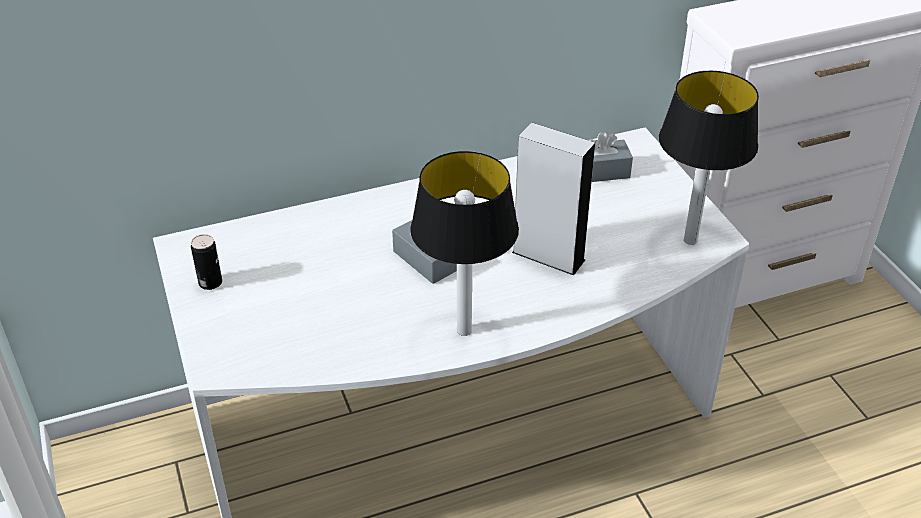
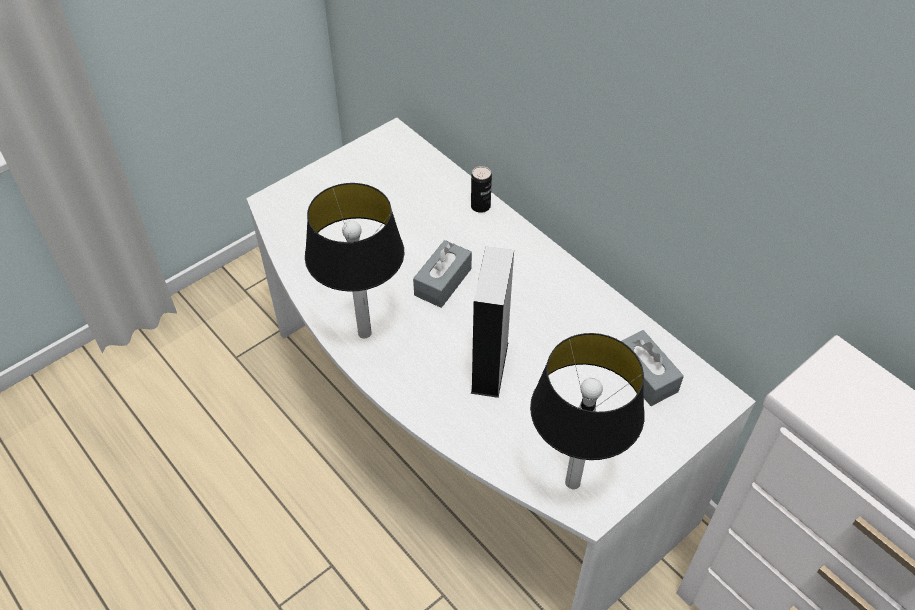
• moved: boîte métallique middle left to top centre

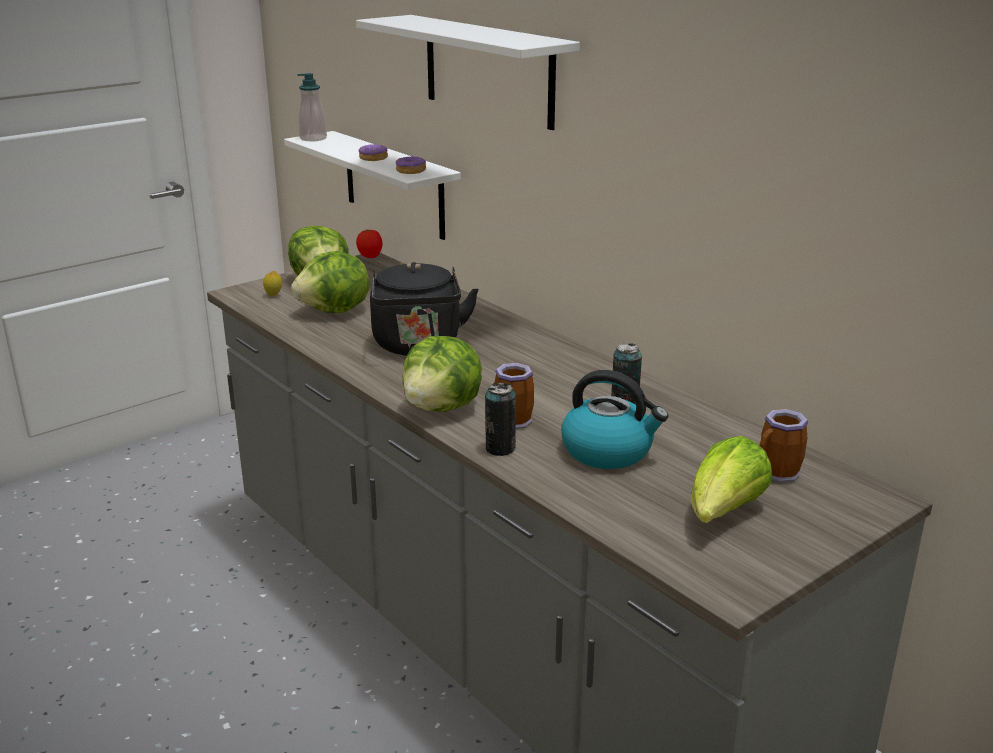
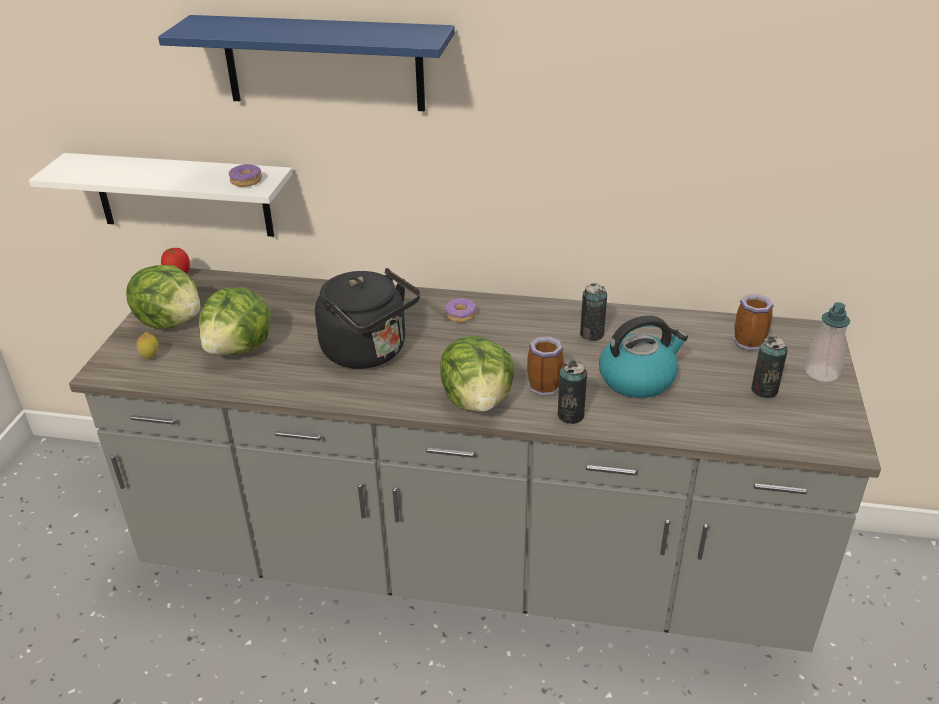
• moved: distributeur de savon top left to middle right
• moved: beignet (1st from left in the first image) top centre to beignet (2nd from left) centre
• replaced: laitue (4th from left) middle right to boîte métallique (3rd from left) middle right
• recoloured: étagère (blanc) (2nd from left) top centre to étagère (bleu) top left

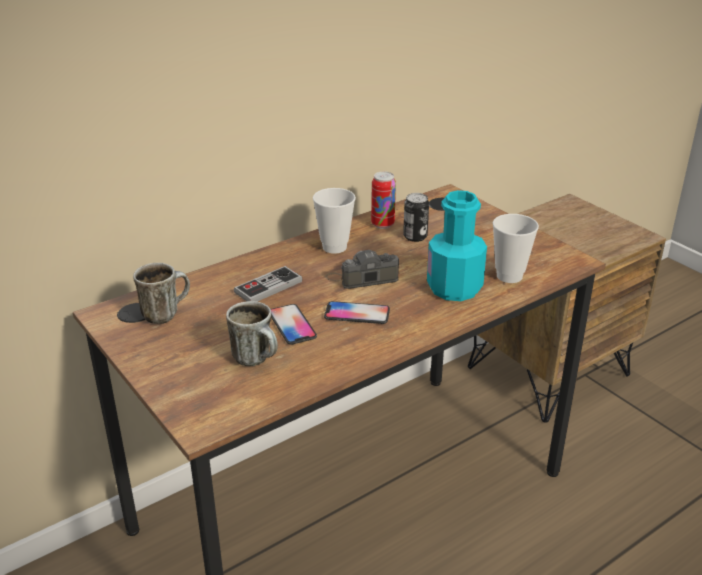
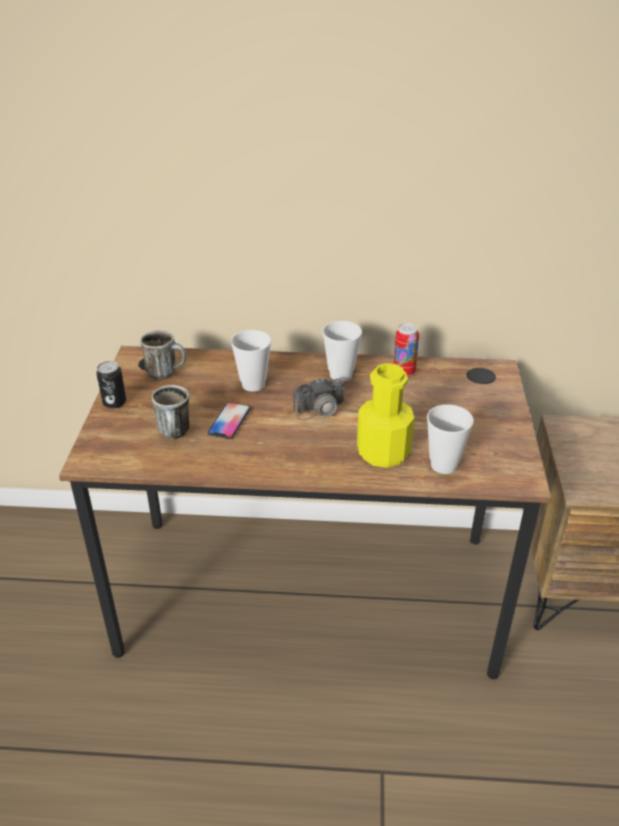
• removed: téléphone (2nd from left) centre
• moved: boîte métallique (2nd from left in the first image) centre to boîte métallique (1st from left) middle left
• replaced: manette centre to tasse (1st from left) centre
• recoloured: bouteille (turquoise) centre to bouteille (jaune) centre
• turned: appareil photo centre = centre 135 degrees clockwise

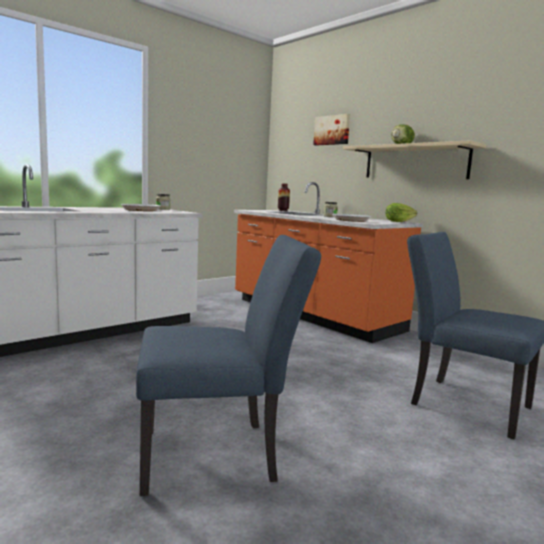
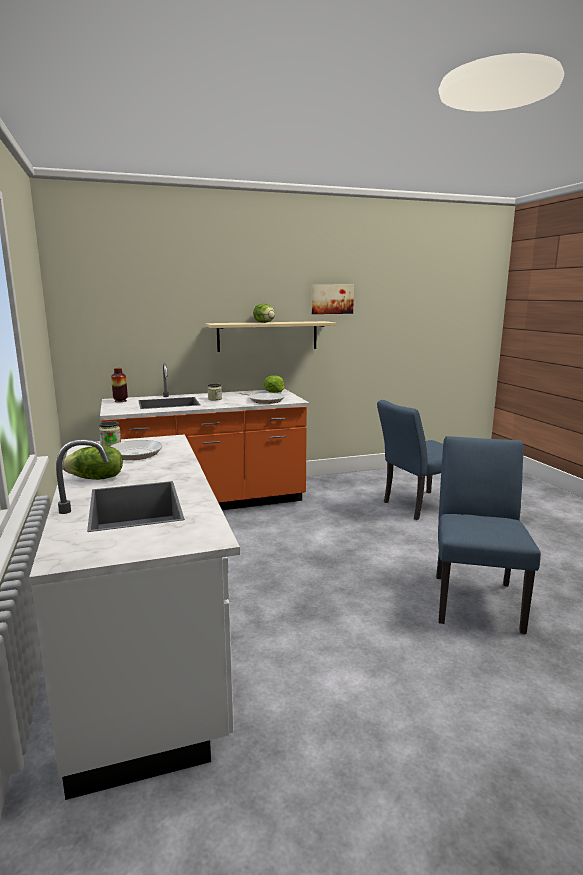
• added: laitue (1st from left) middle left
• moved: tableau top centre to centre

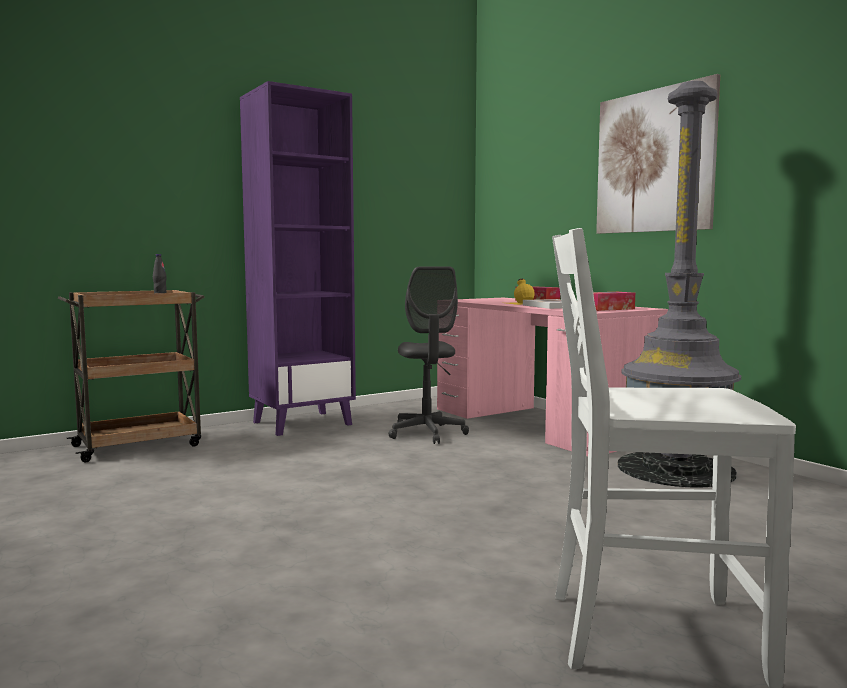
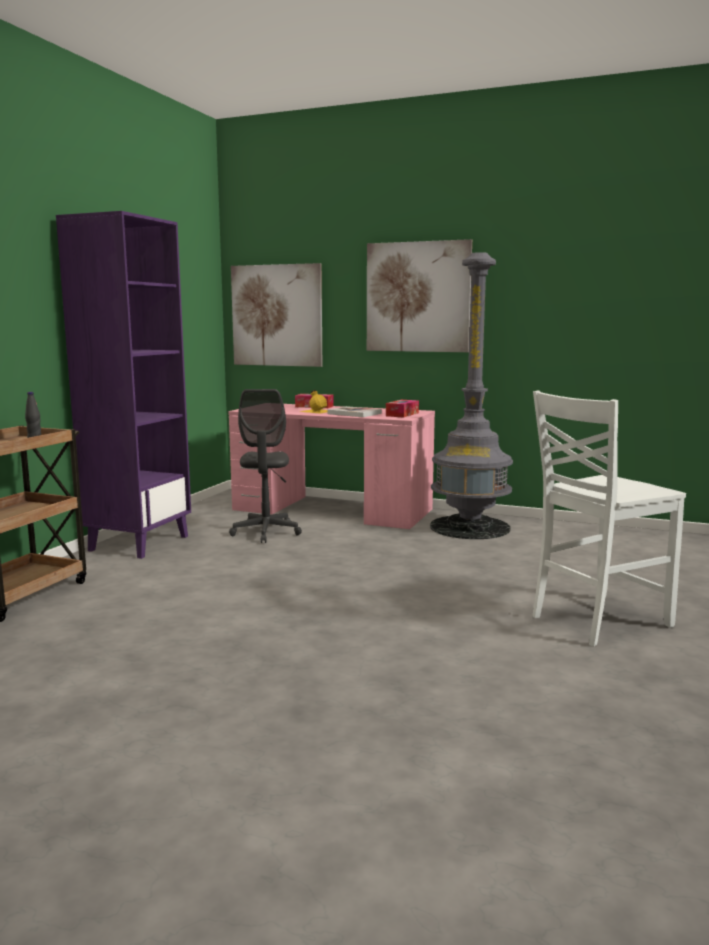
• added: tableau (1st from left) centre
• turned: chaise de bureau (gris) centre = centre 45 degrees clockwise

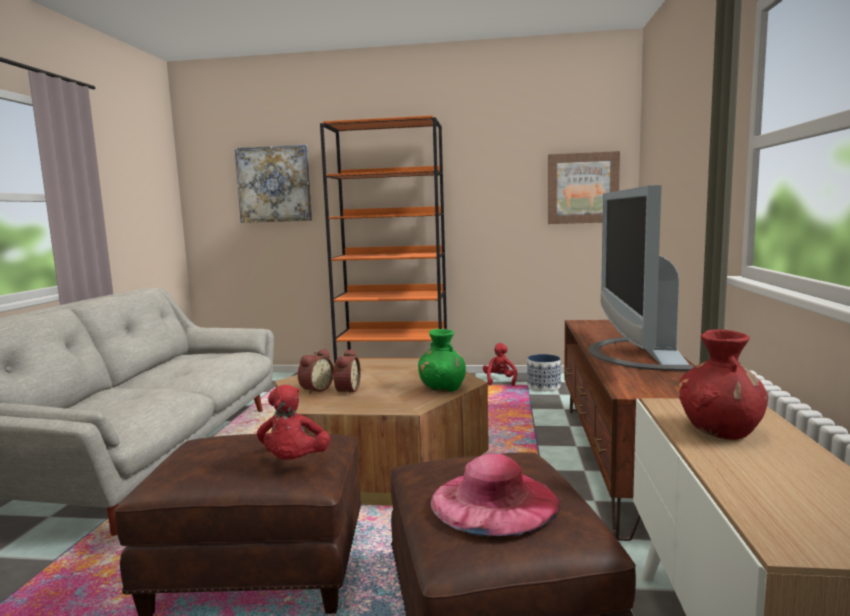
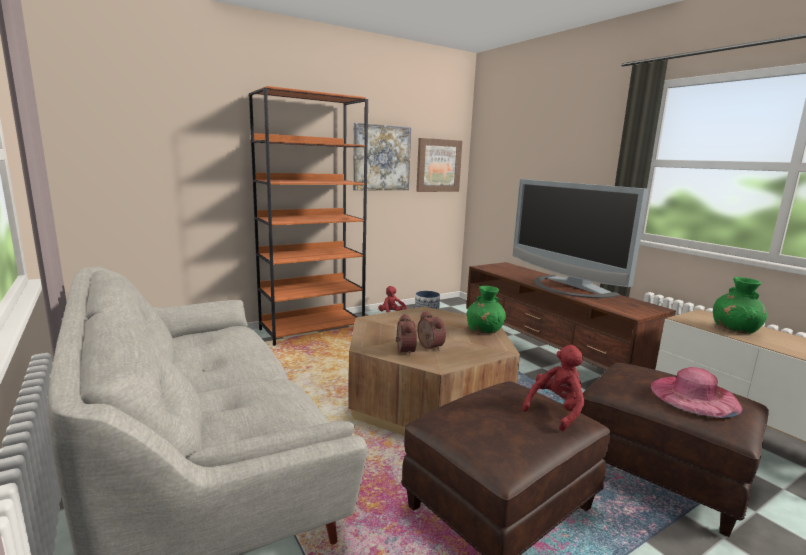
• moved: tableau (1st from left) top left to top centre
• recoloured: vase (rouge) middle right to vase (vert) (2nd from left) middle right
• turned: peluche (rouge) (1st from left in the first image) bottom centre = bottom right 90 degrees counterclockwise

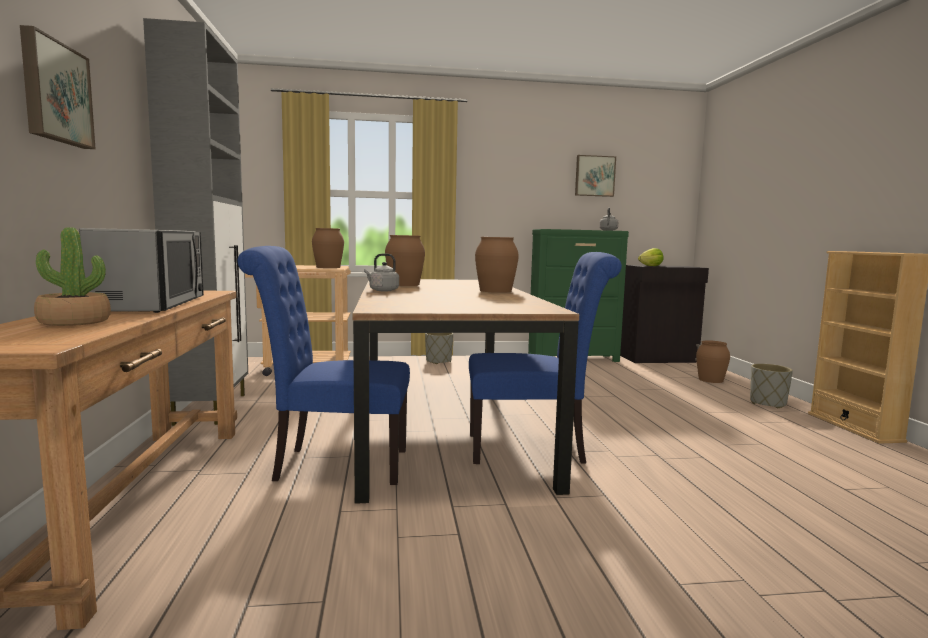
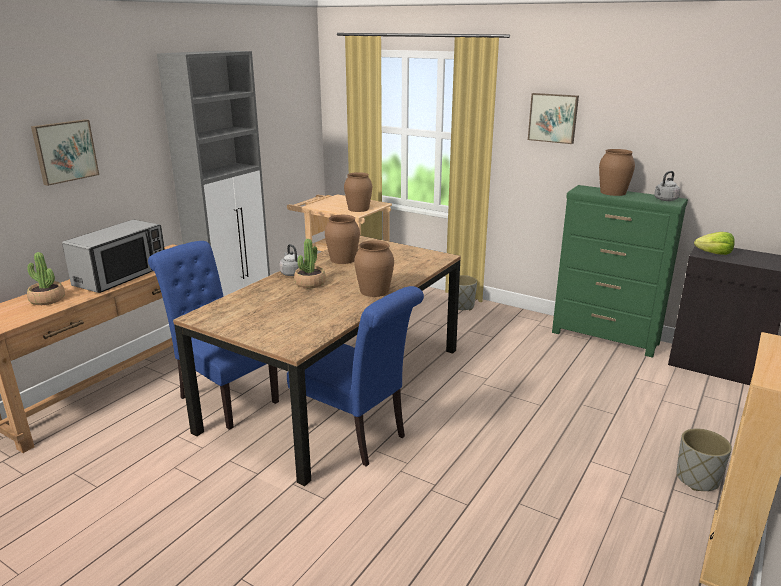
• added: plante en pot (2nd from left) centre
• moved: tableau (2nd from left) top centre to top right
• moved: vase (marron) (4th from left) middle right to top right

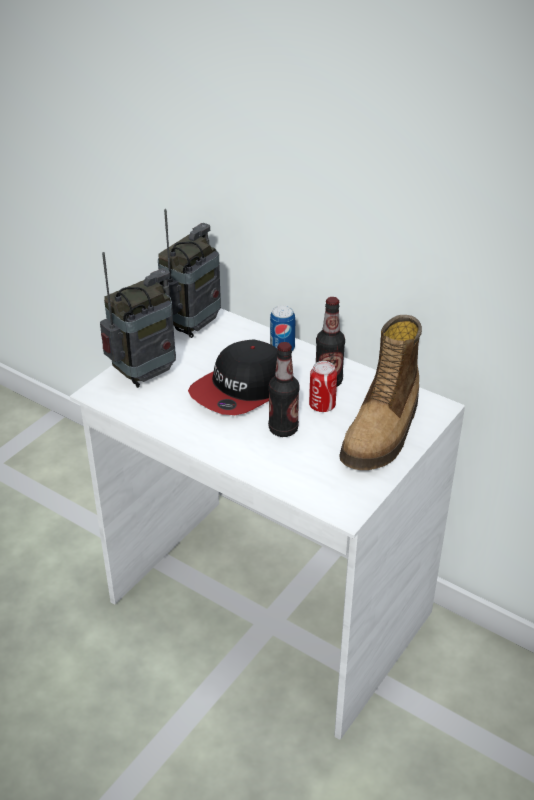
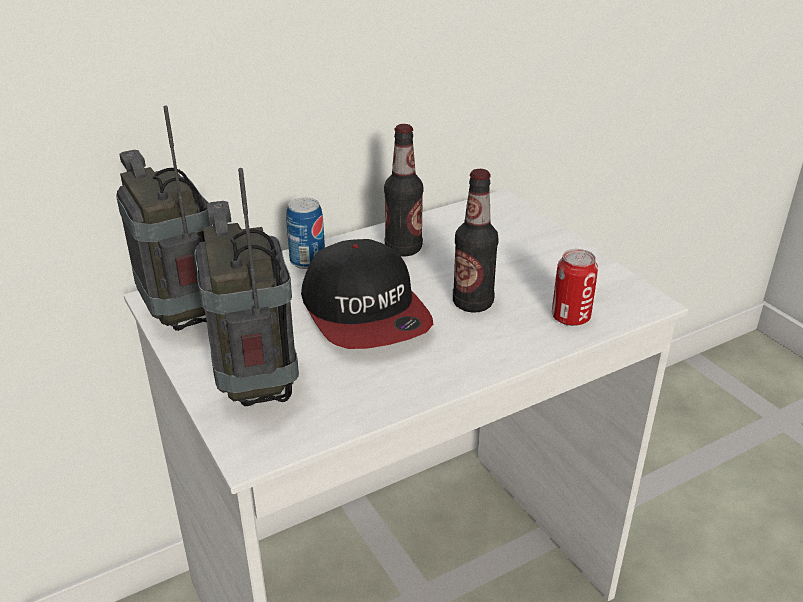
• removed: botte middle right
• moved: boîte métallique (2nd from left) centre to middle right

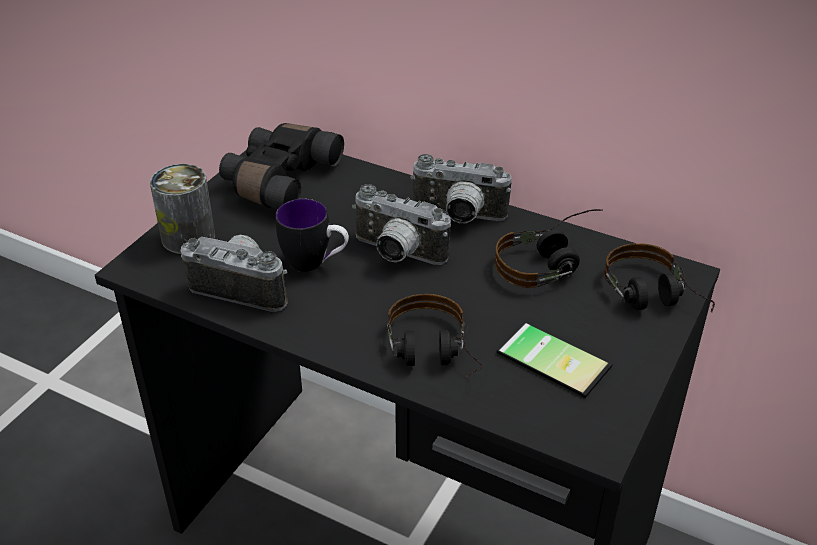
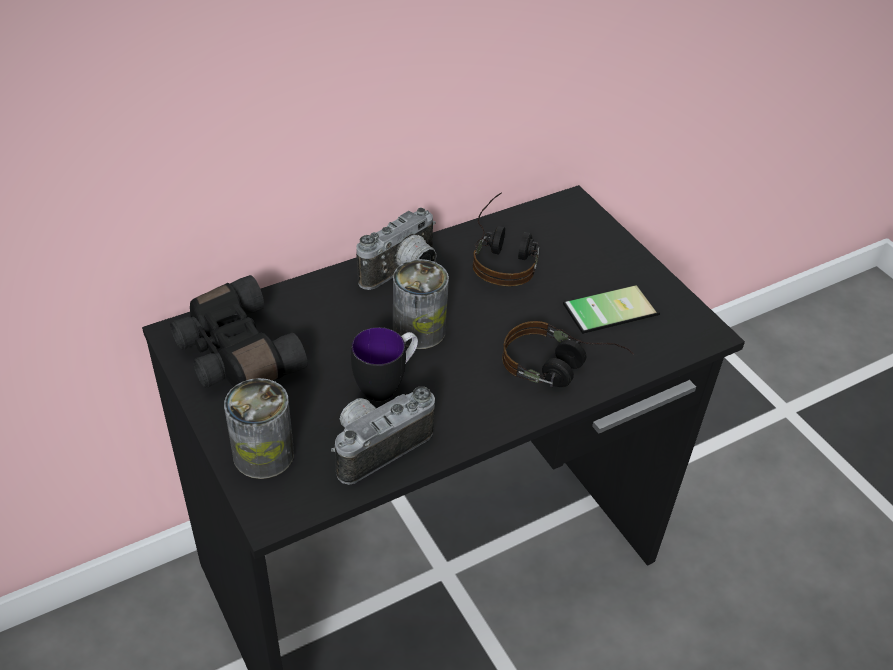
• removed: casque audio (3rd from left) middle right
• replaced: appareil photo (2nd from left) centre to boîte métallique (2nd from left) centre

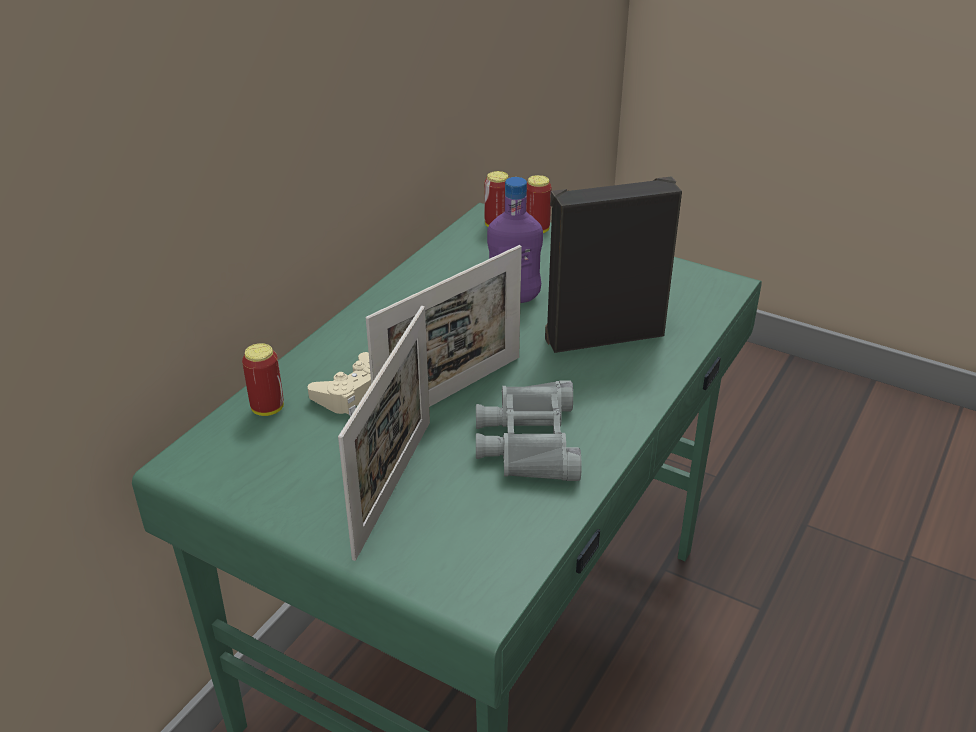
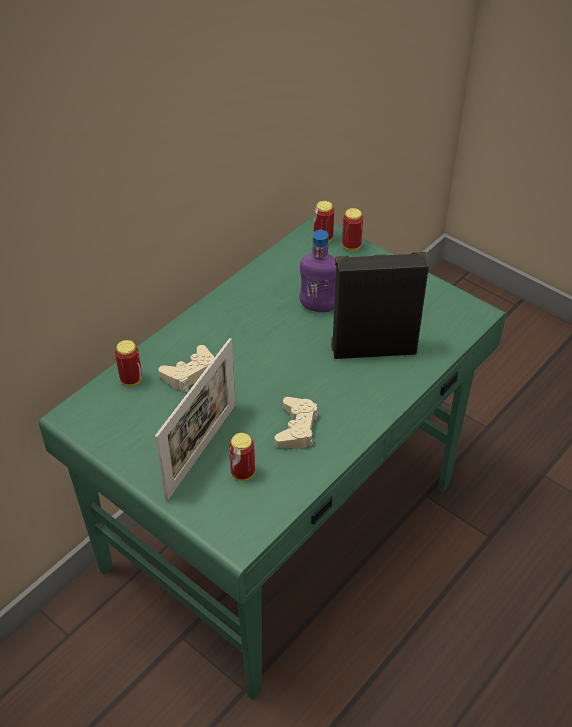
• removed: cadre photo (2nd from left) centre
• added: boîte métallique (2nd from left) centre
• replaced: jumelles (gris) centre to manette (beige) (2nd from left) centre

